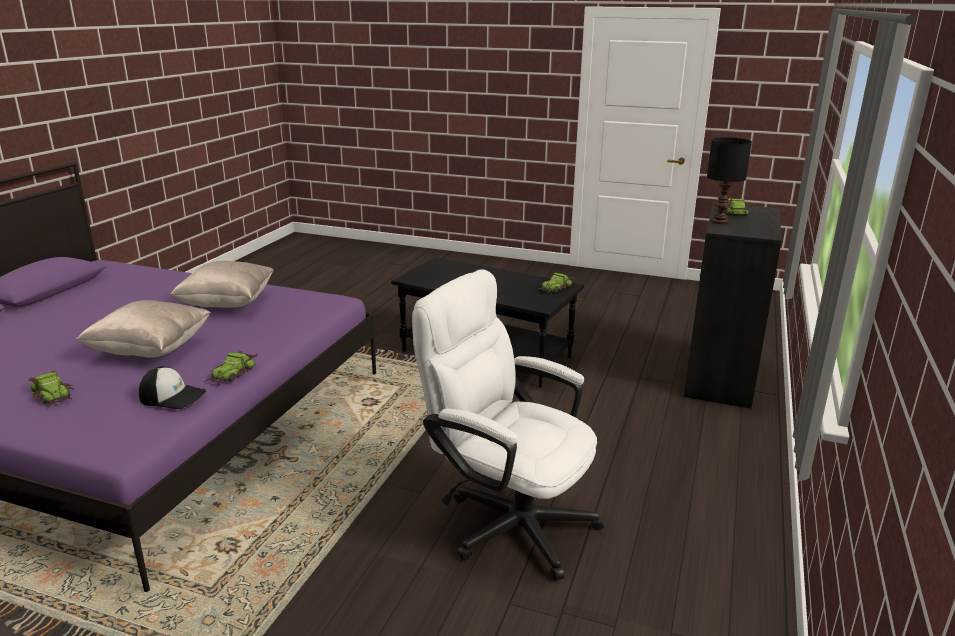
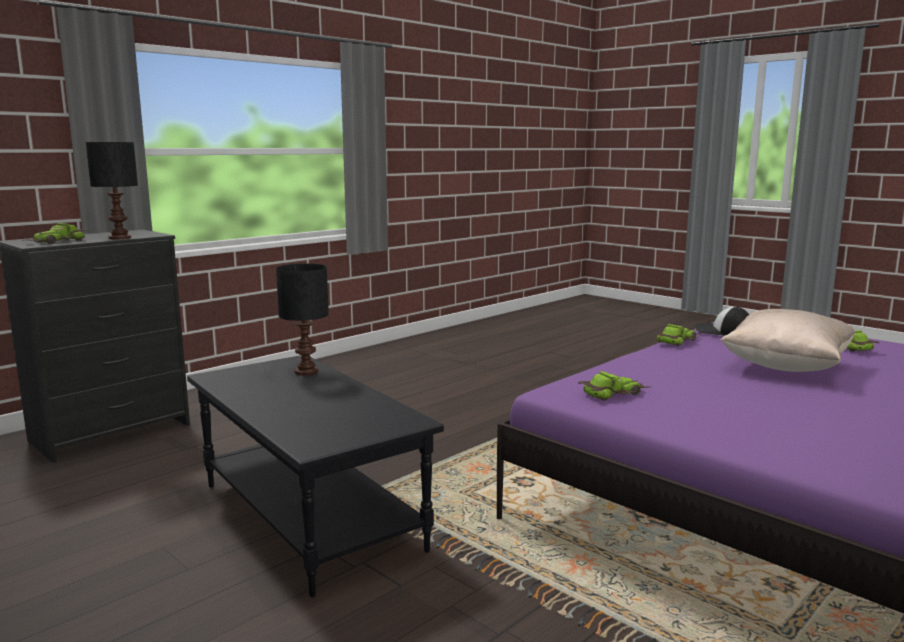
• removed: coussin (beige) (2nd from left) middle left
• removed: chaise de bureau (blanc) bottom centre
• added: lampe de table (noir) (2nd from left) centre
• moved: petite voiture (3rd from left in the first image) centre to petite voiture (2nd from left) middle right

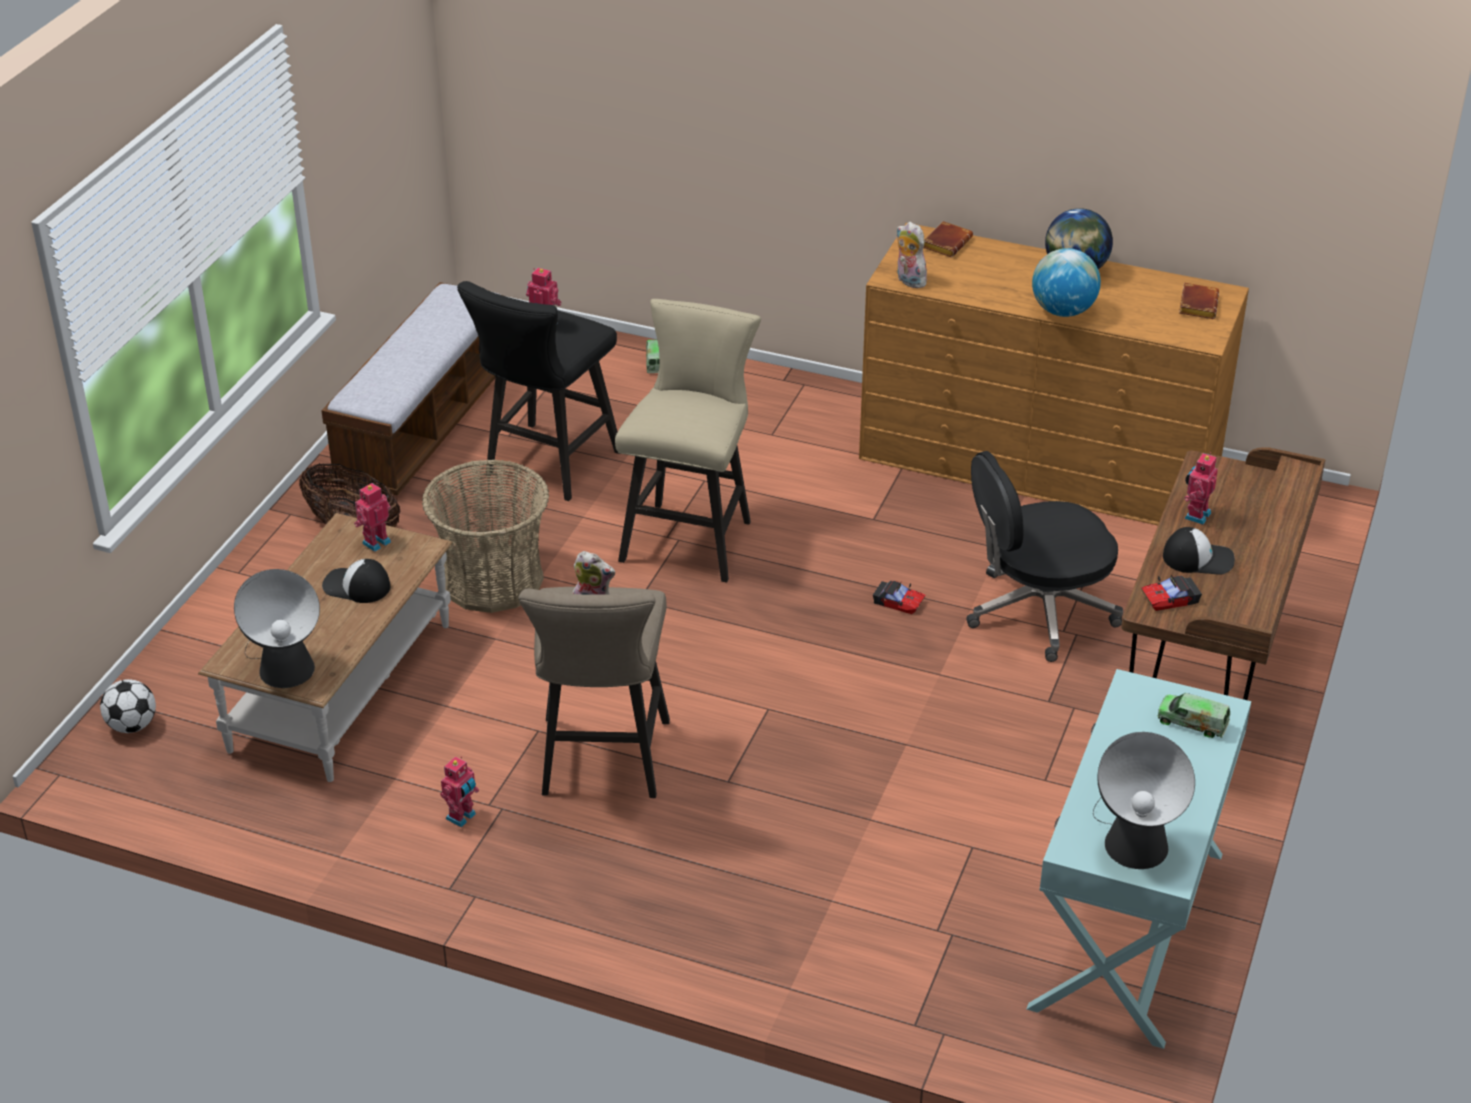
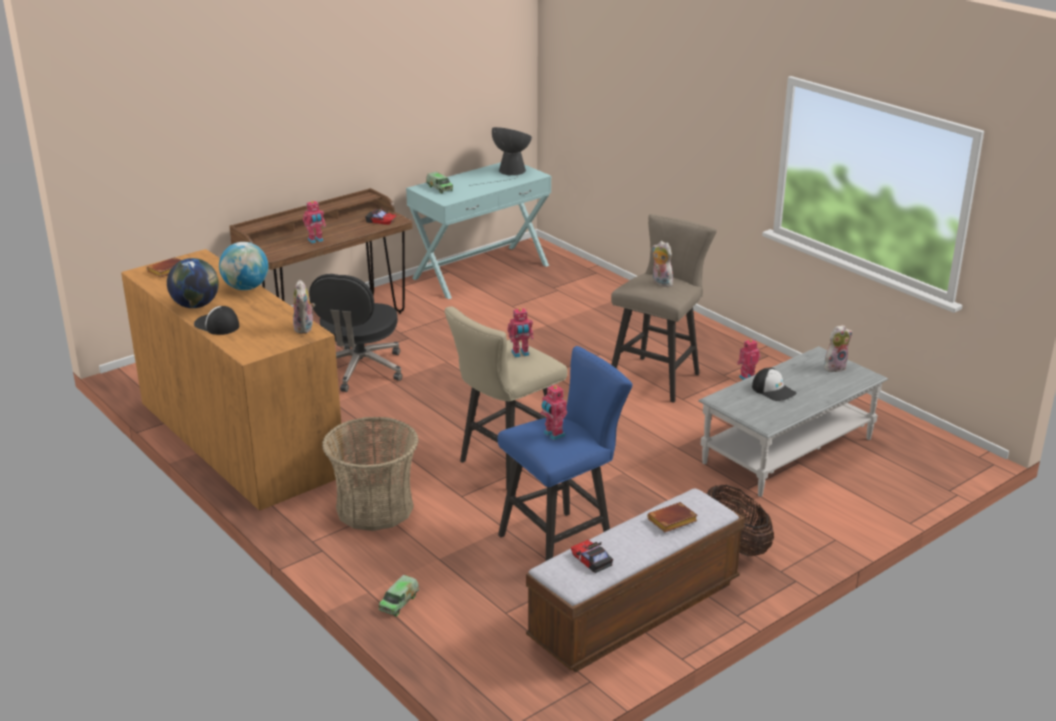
• removed: ballon de foot middle left
• moved: robot jouet (1st from left in the first image) middle left to robot jouet (2nd from left) centre
• moved: panier (2nd from left in the first image) middle left to panier (1st from left) centre
• moved: petite voiture (1st from left in the first image) centre to petite voiture (2nd from left) bottom centre
• moved: livre (marron) (1st from left in the first image) top centre to livre (marron) (2nd from left) bottom centre
• moved: casquette (2nd from left in the first image) middle right to casquette (1st from left) middle left
• replaced: lampe de table (1st from left) middle left to peluche (3rd from left) middle right
• recoloured: table basse (marron) middle left to table basse (gris) middle right
• recoloured: tabouret (noir) centre to tabouret (bleu) centre
• turned: chaise de bureau (noir) middle right = centre 90 degrees clockwise

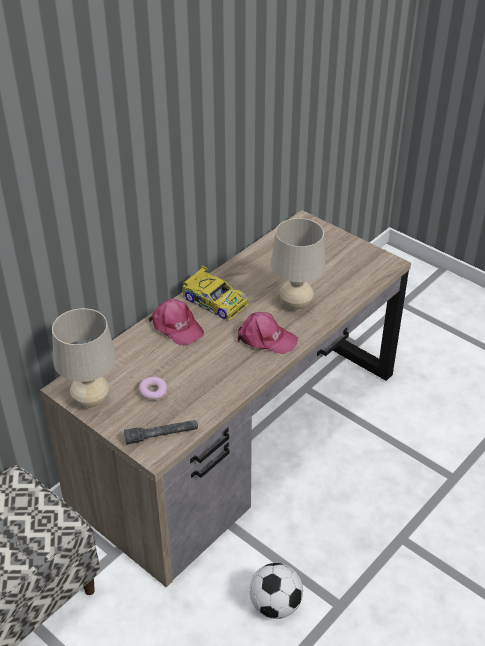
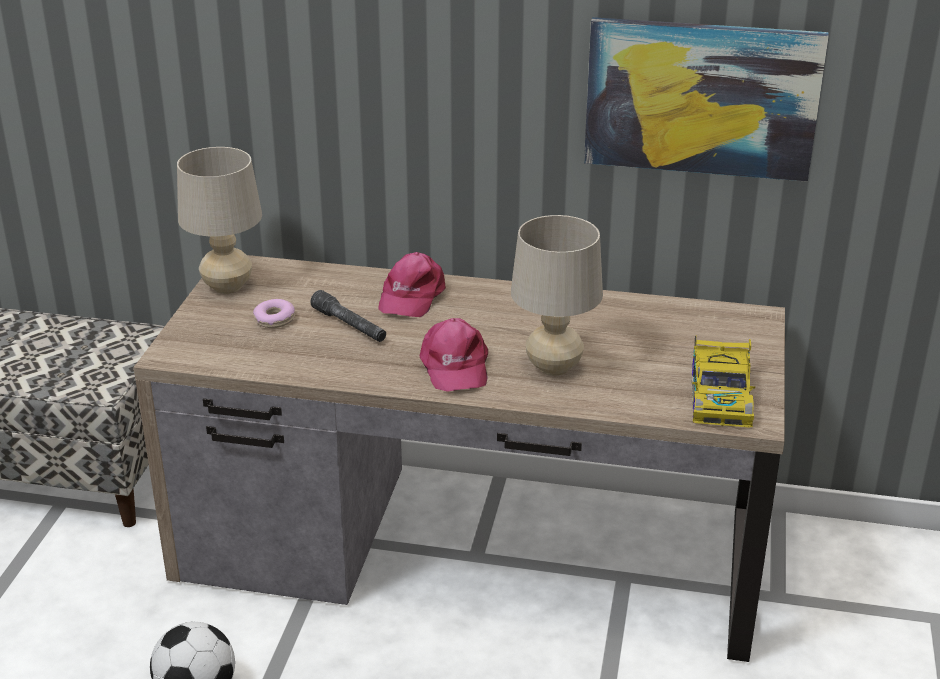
• added: tableau top right
• moved: lampe de poche (gris) bottom left to centre
• moved: petite voiture centre to middle right

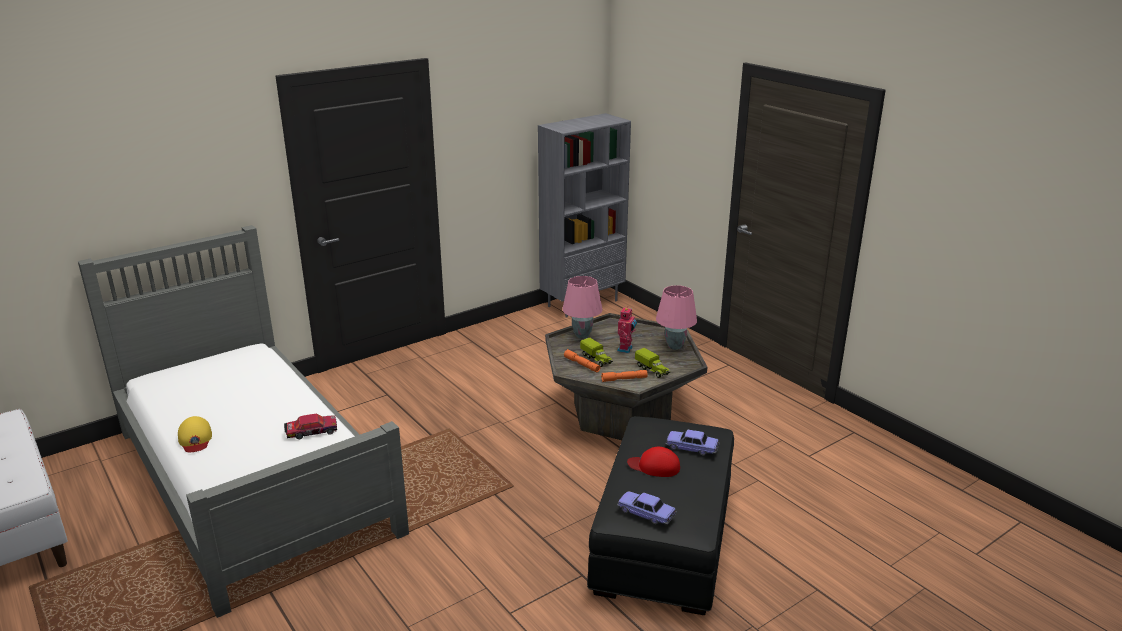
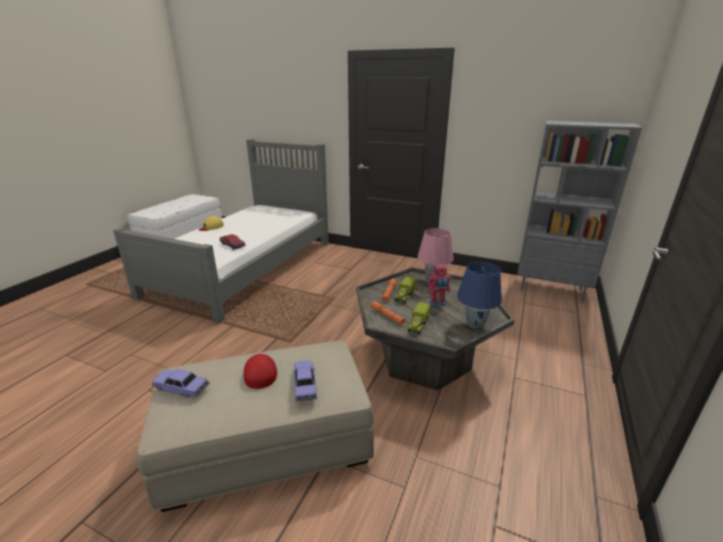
• recoloured: pouf (noir) bottom centre to pouf (beige) bottom centre
• recoloured: lampe de table (rose) (2nd from left) centre to lampe de table (bleu) centre
• turned: petite voiture (2nd from left in the first image) bottom centre = bottom left 75 degrees counterclockwise

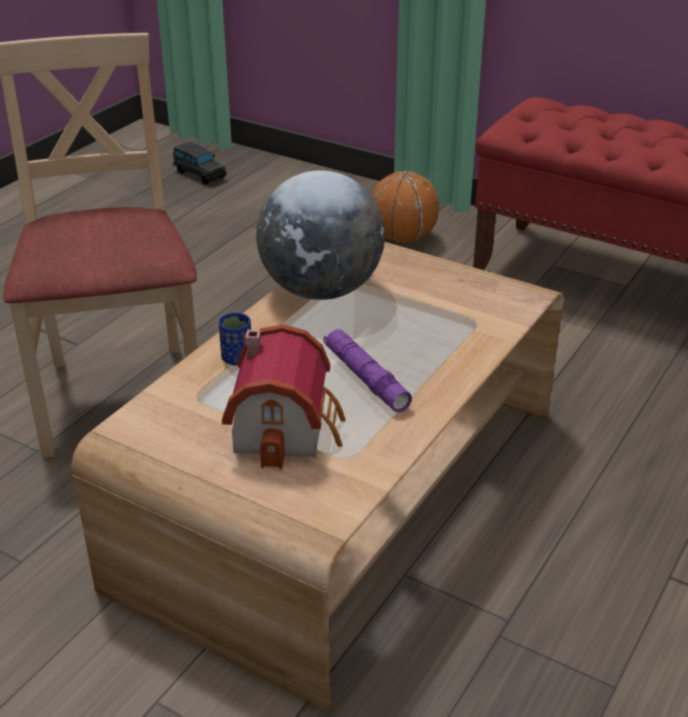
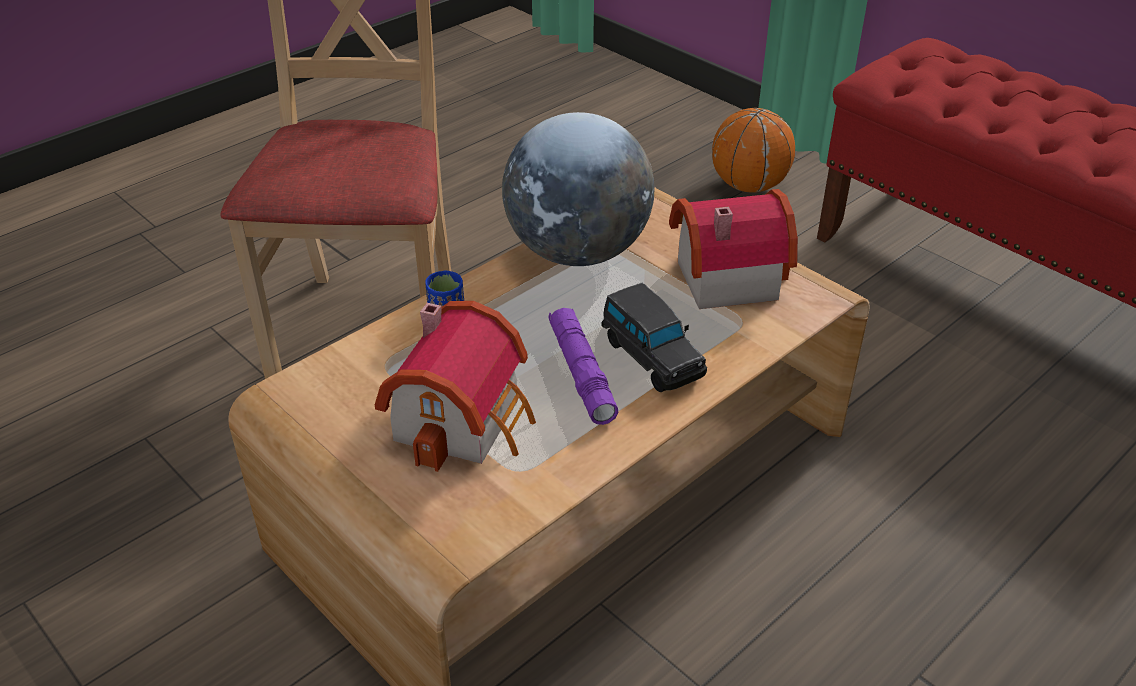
• added: maison miniature (2nd from left) centre
• moved: petite voiture (noir) top left to centre

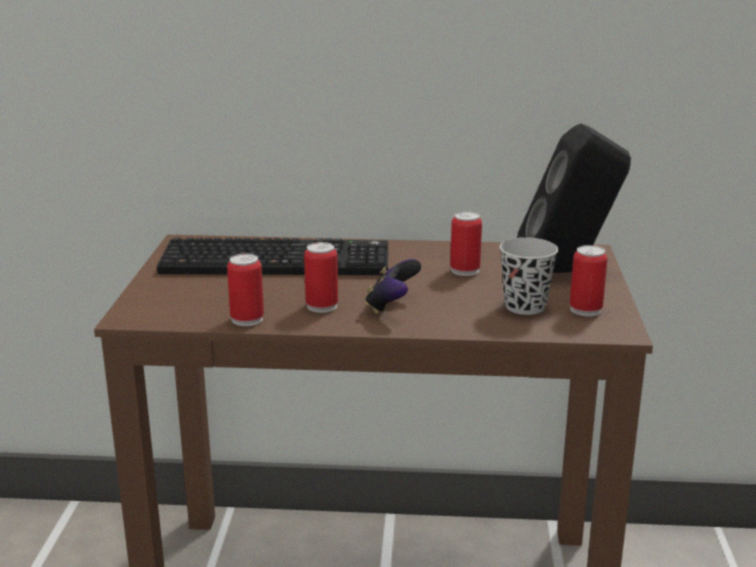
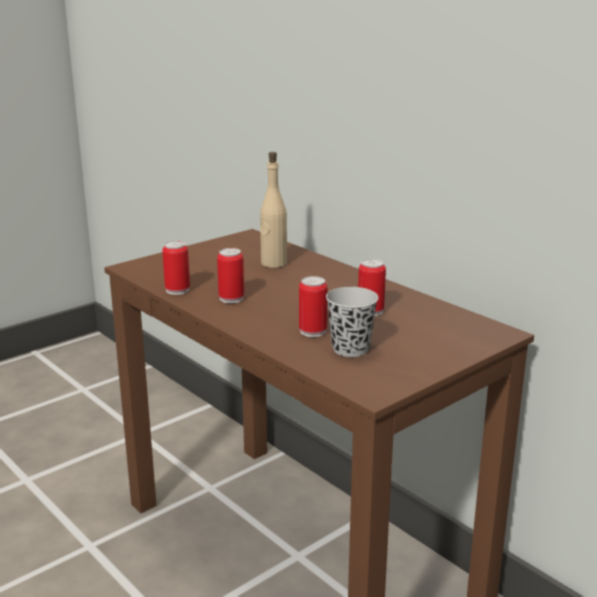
• removed: manette centre
• removed: enceinte (noir) middle right
• moved: boîte métallique (4th from left in the first image) middle right to boîte métallique (3rd from left) centre
• replaced: clavier centre to bouteille (beige) centre

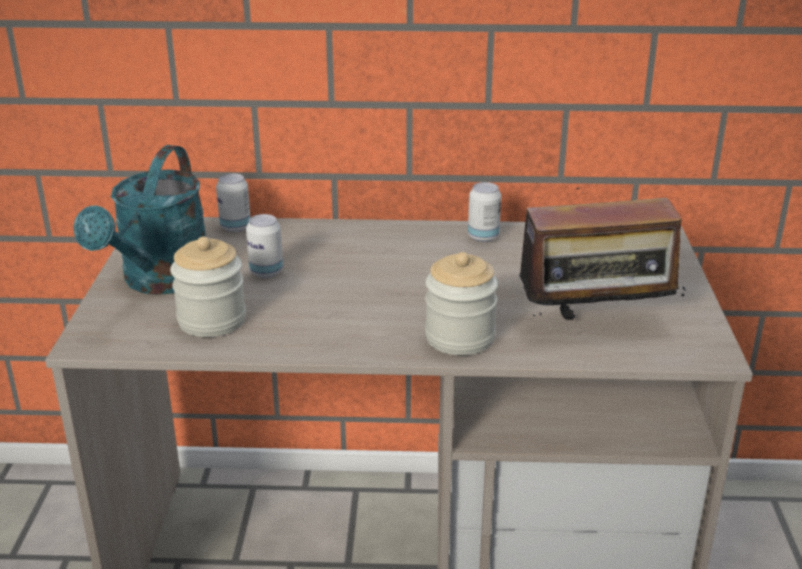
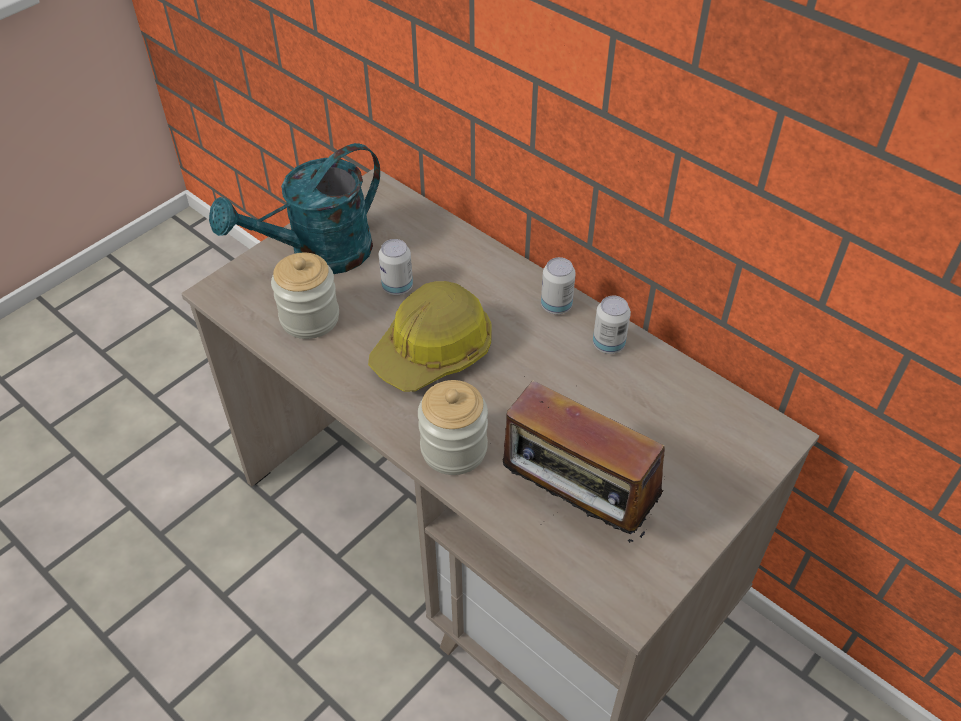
• added: casque de chantier centre
• moved: boîte métallique (1st from left in the first image) middle left to boîte métallique (2nd from left) centre

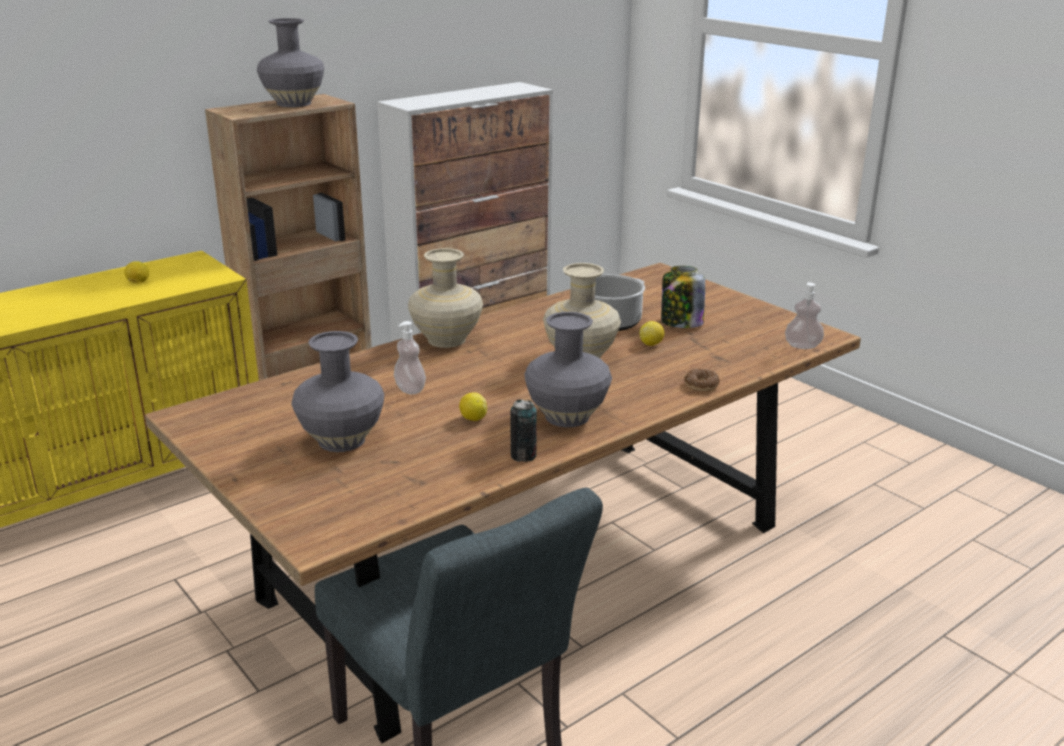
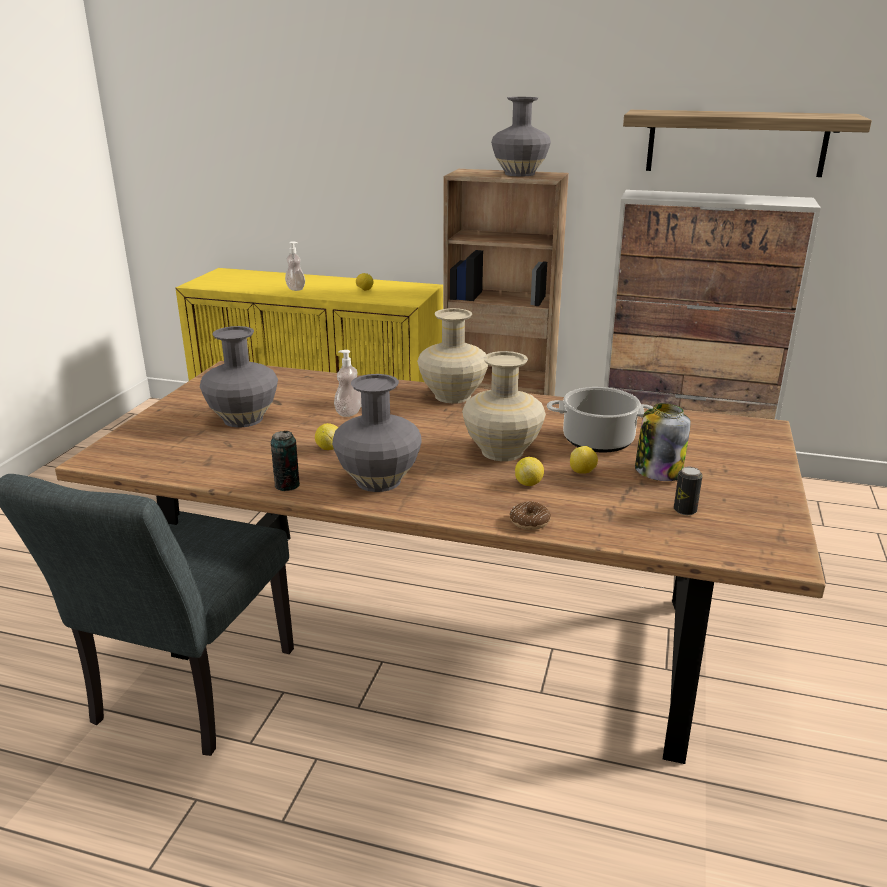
• added: citron (3rd from left) centre
• added: étagère top right
• added: boîte métallique (2nd from left) middle right
• moved: distributeur de savon (2nd from left in the first image) middle right to distributeur de savon (1st from left) top left

